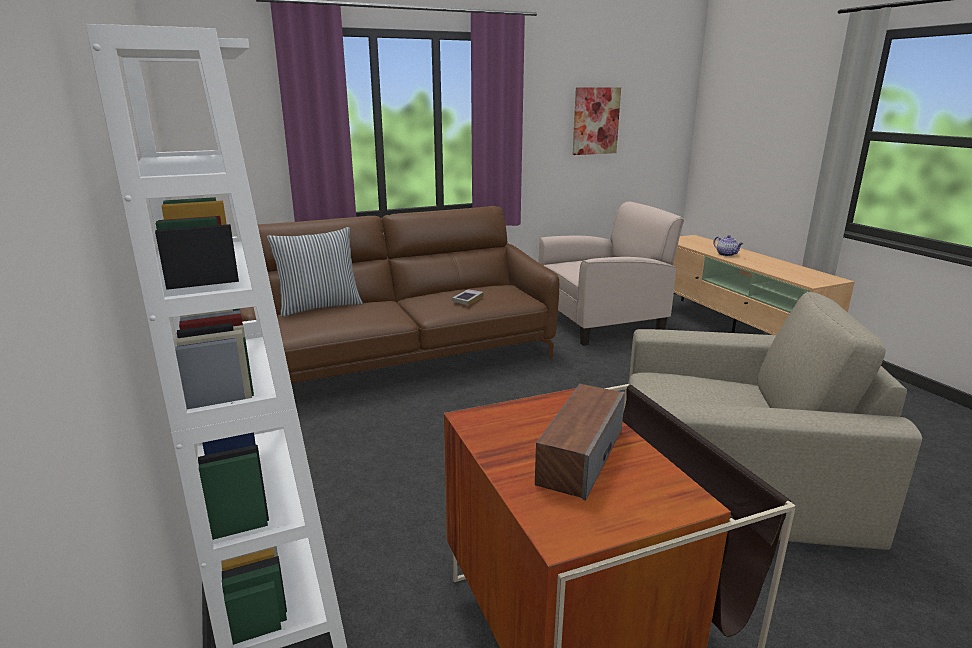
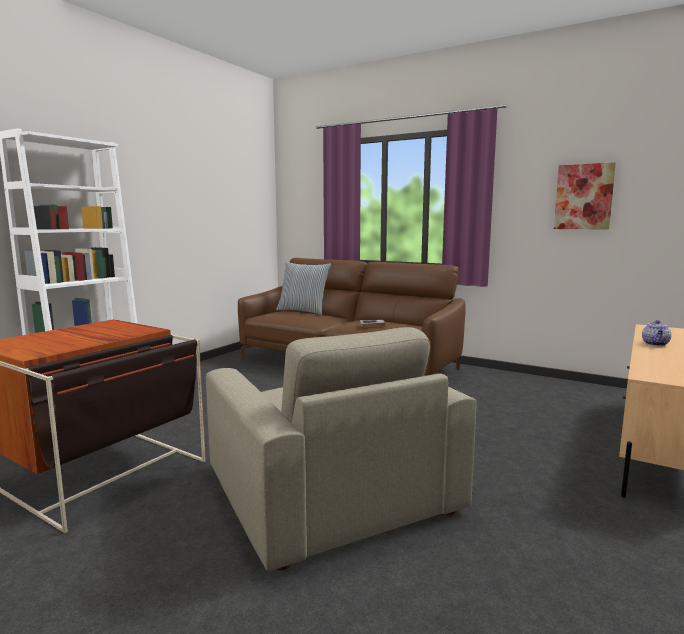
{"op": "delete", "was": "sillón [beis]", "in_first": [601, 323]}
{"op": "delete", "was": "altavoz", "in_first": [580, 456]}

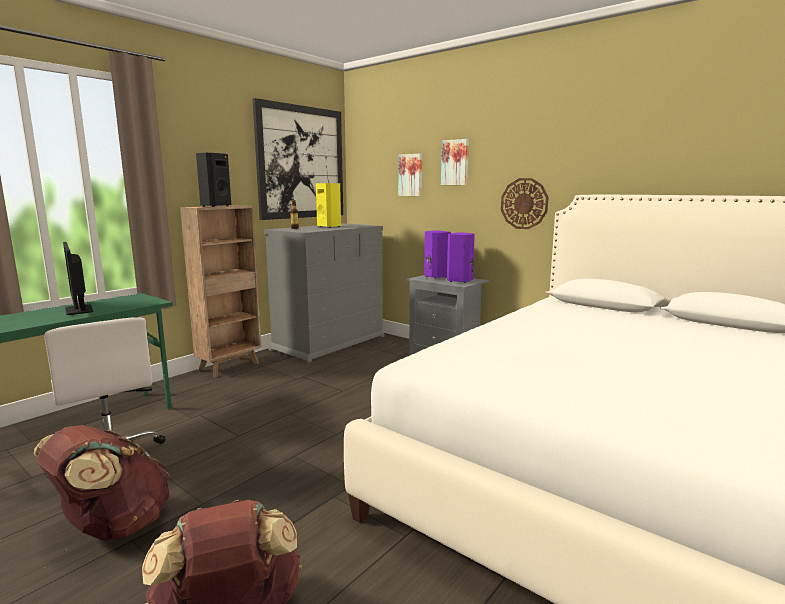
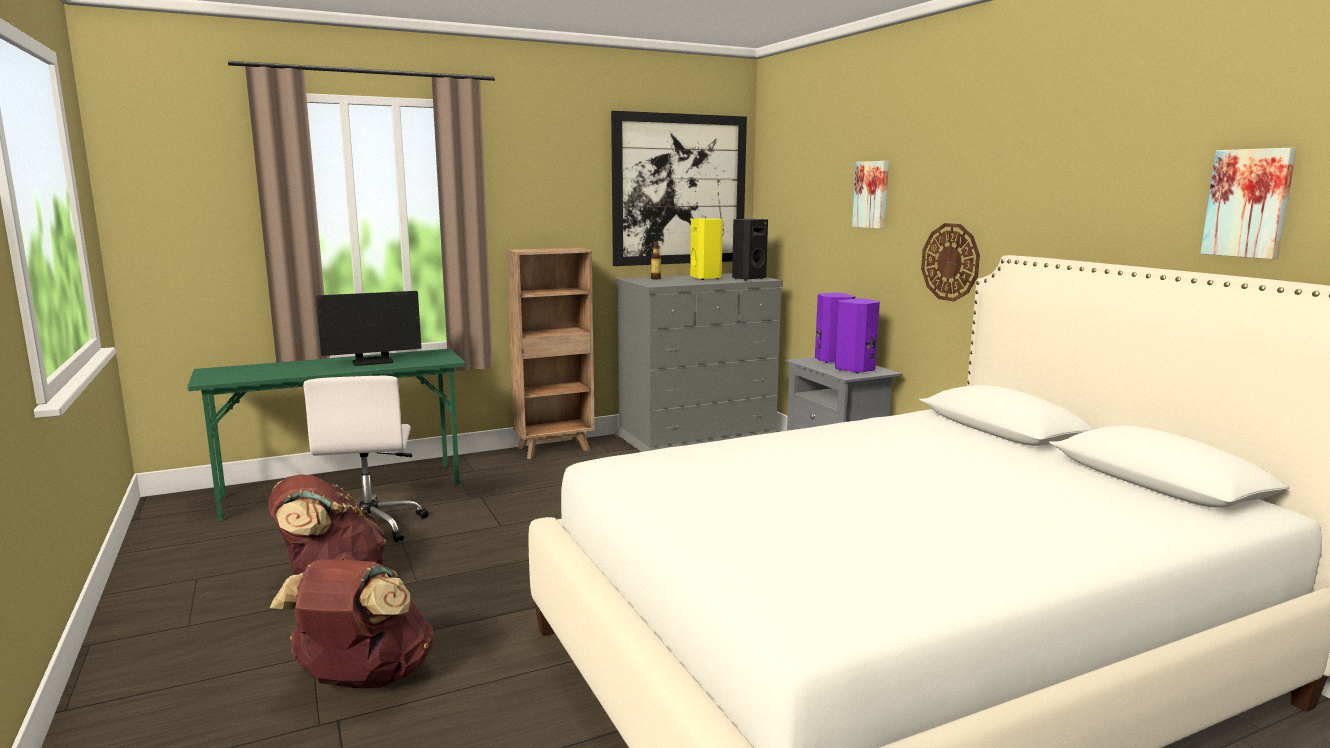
{"op": "move", "was": "altavoz [negro]", "in_first": [215, 206], "in_second": [748, 278]}
{"op": "move", "was": "cuadro", "in_first": [411, 175], "in_second": [1249, 203]}
{"op": "rotate", "was": "monitor", "in_first": [79, 310], "in_second": [373, 362], "clockwise": -105}

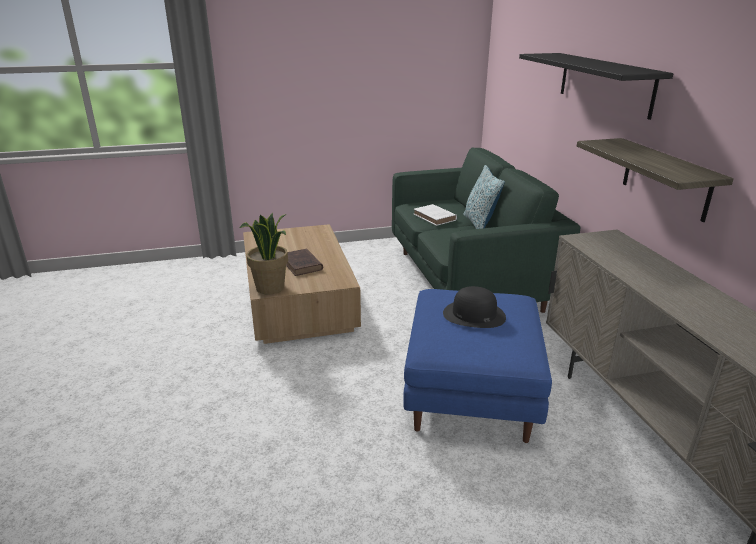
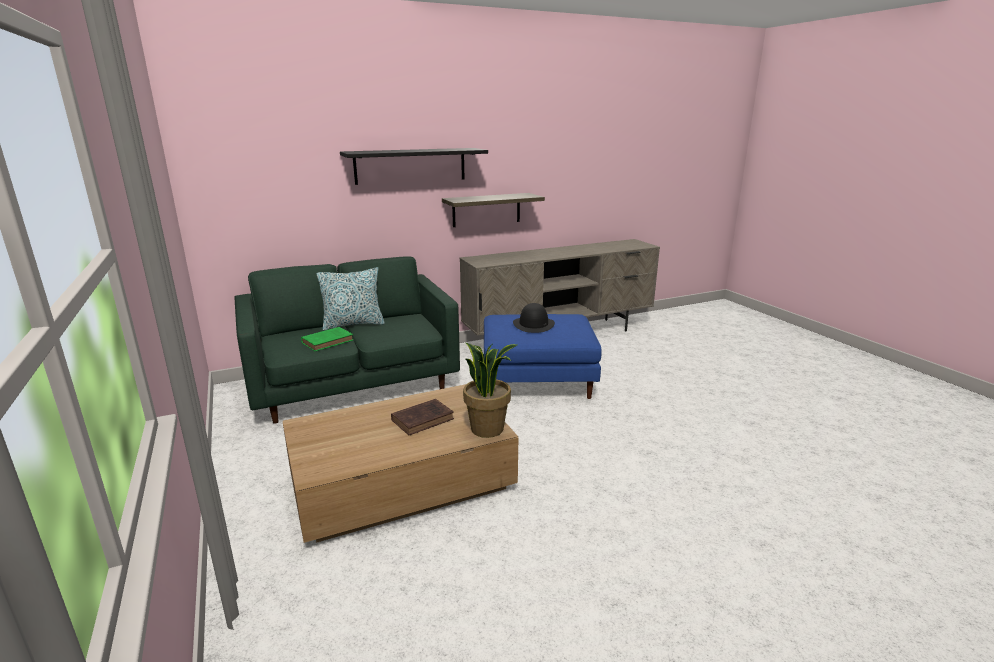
{"op": "recolor", "was": "libro [blanco]", "now": "libro [verde]", "in_first": [435, 217], "in_second": [329, 341]}

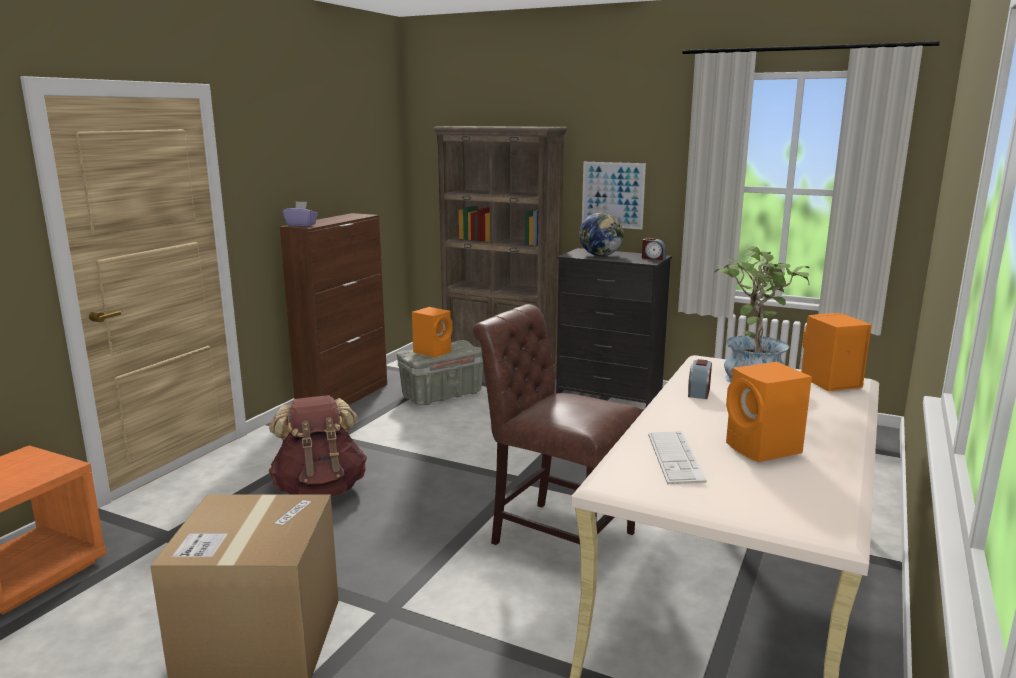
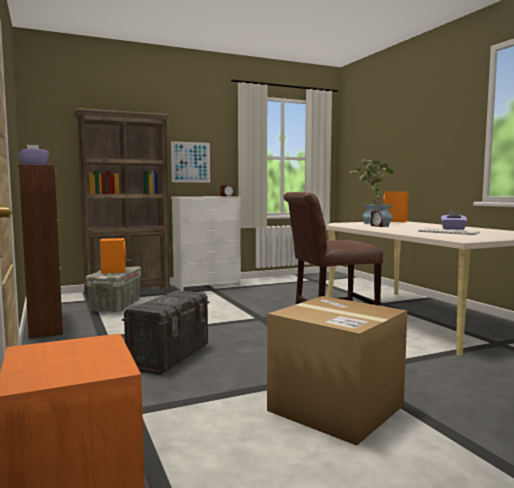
{"op": "delete", "was": "globo terráqueo", "in_first": [600, 255]}
{"op": "recolor", "was": "cómoda [negro]", "now": "cómoda [blanco]", "in_first": [610, 394], "in_second": [207, 285]}
{"op": "replace", "was": "altavoz [naranja]", "now": "caja de pañuelos [morado]", "in_first": [764, 449], "in_second": [453, 229]}
{"op": "replace", "was": "mochila [marrón]", "now": "caja de almacenaje [gris]", "in_first": [320, 490], "in_second": [170, 356]}

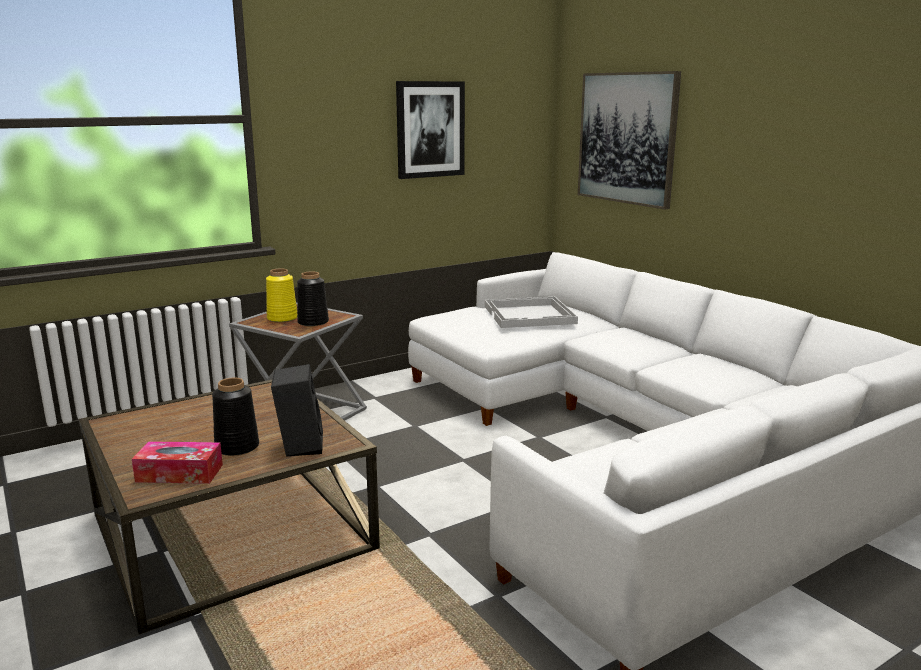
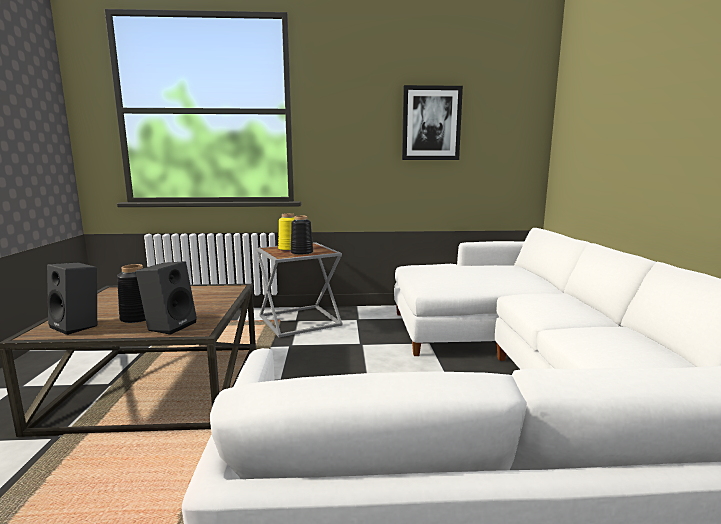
{"op": "delete", "was": "cuadro", "in_first": [627, 138]}
{"op": "delete", "was": "bandeja [blanco]", "in_first": [530, 315]}
{"op": "replace", "was": "caja de pañuelos", "now": "altavoz [negro]", "in_first": [179, 473], "in_second": [79, 326]}

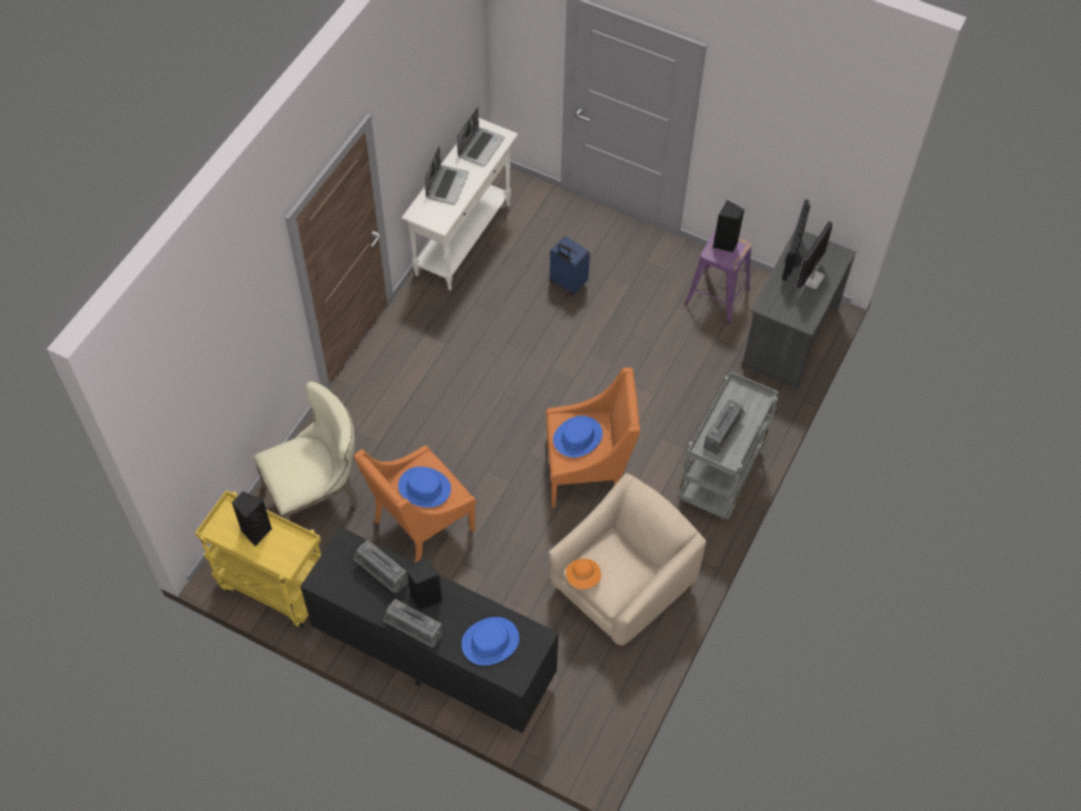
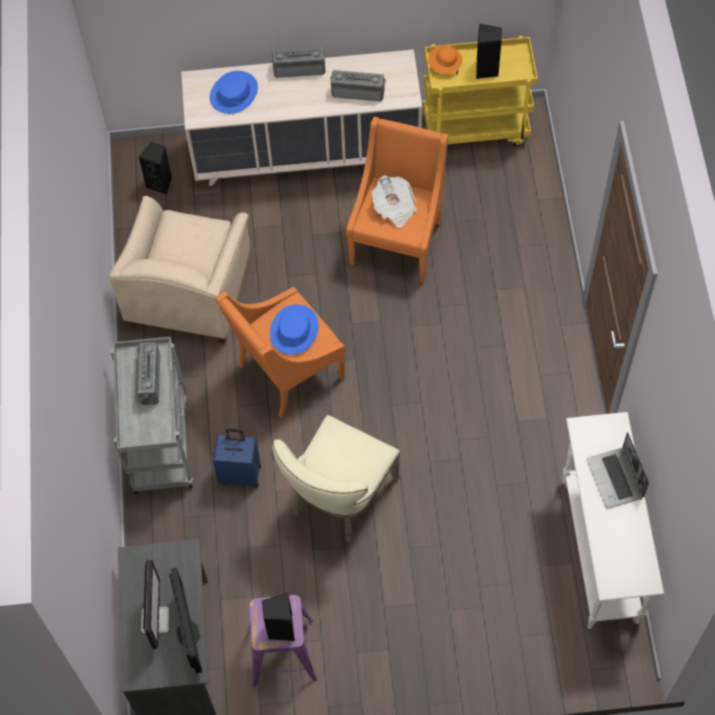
{"op": "delete", "was": "portátil", "in_first": [480, 147]}
{"op": "move", "was": "maleta [azul]", "in_first": [567, 283], "in_second": [240, 473]}
{"op": "move", "was": "silla [beis]", "in_first": [317, 496], "in_second": [340, 501]}
{"op": "replace", "was": "sombrero [azul]", "now": "periódico", "in_first": [424, 487], "in_second": [394, 208]}
{"op": "recolor", "was": "cómoda [negro]", "now": "cómoda [beis]", "in_first": [433, 656], "in_second": [307, 152]}
{"op": "move", "was": "altavoz [negro]", "in_first": [425, 597], "in_second": [161, 183]}
{"op": "move", "was": "sombrero [naranja]", "in_first": [583, 577], "in_second": [444, 65]}

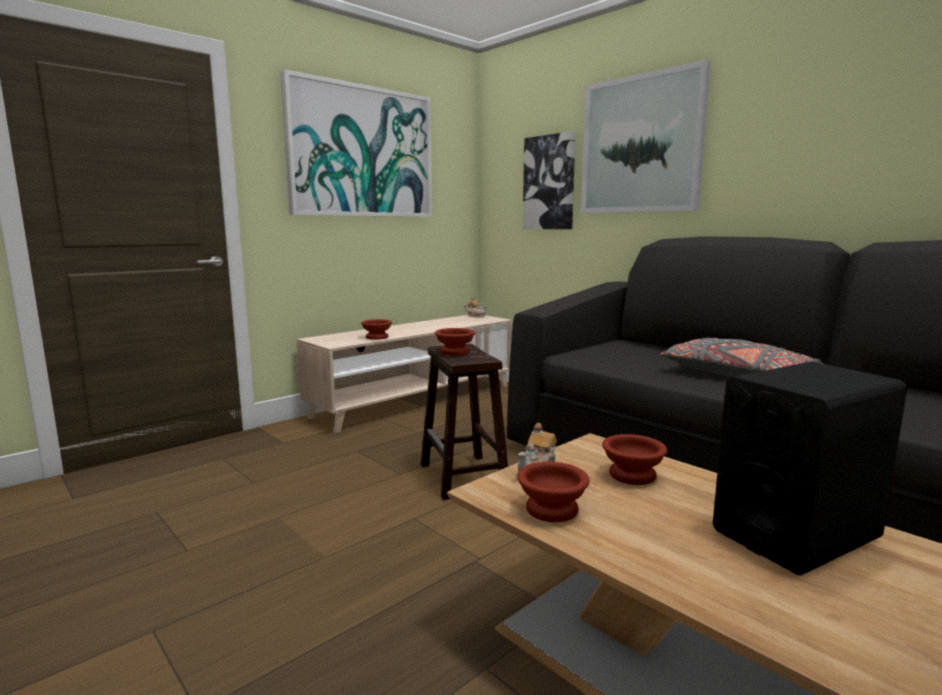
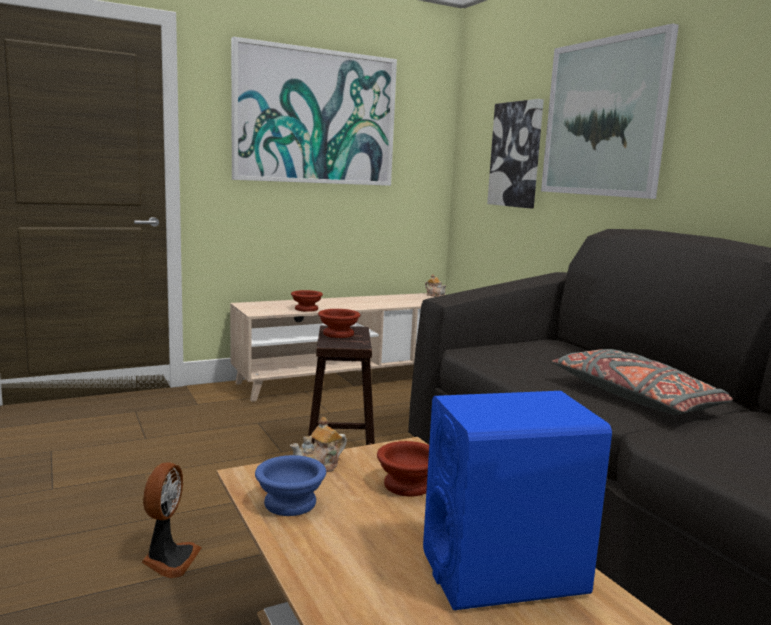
{"op": "recolor", "was": "altavoz [negro]", "now": "altavoz [azul]", "in_first": [795, 534], "in_second": [503, 572]}
{"op": "recolor", "was": "cuenco [marrón]", "now": "cuenco [azul]", "in_first": [553, 510], "in_second": [290, 504]}
{"op": "insert", "now": "ventilador", "in_second": [169, 559]}

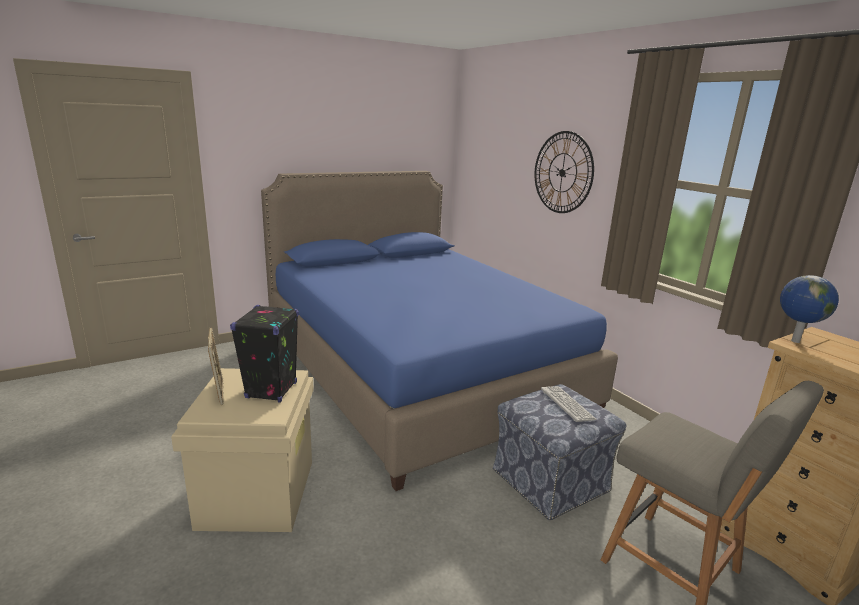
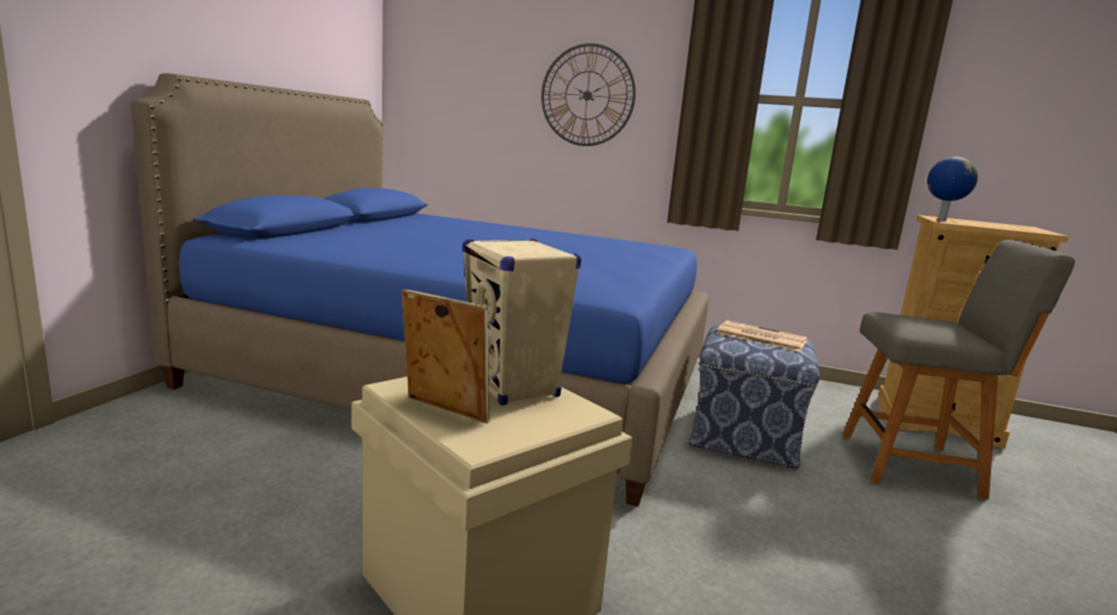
{"op": "recolor", "was": "altavoz [negro]", "now": "altavoz [beis]", "in_first": [271, 390], "in_second": [514, 388]}
{"op": "replace", "was": "teclado", "now": "periódico", "in_first": [567, 404], "in_second": [759, 337]}

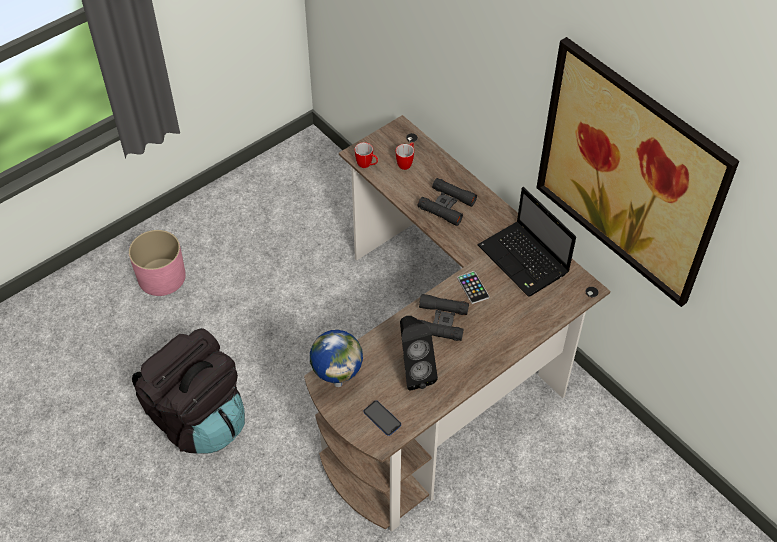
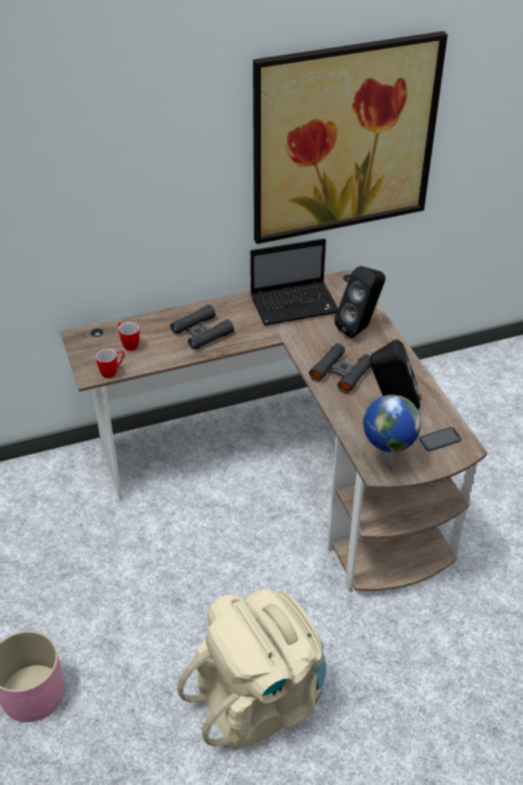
{"op": "delete", "was": "móvil", "in_first": [473, 288]}
{"op": "recolor", "was": "mochila [negro]", "now": "mochila [beis]", "in_first": [197, 418], "in_second": [259, 700]}
{"op": "insert", "now": "altavoz [negro]", "in_second": [360, 328]}

